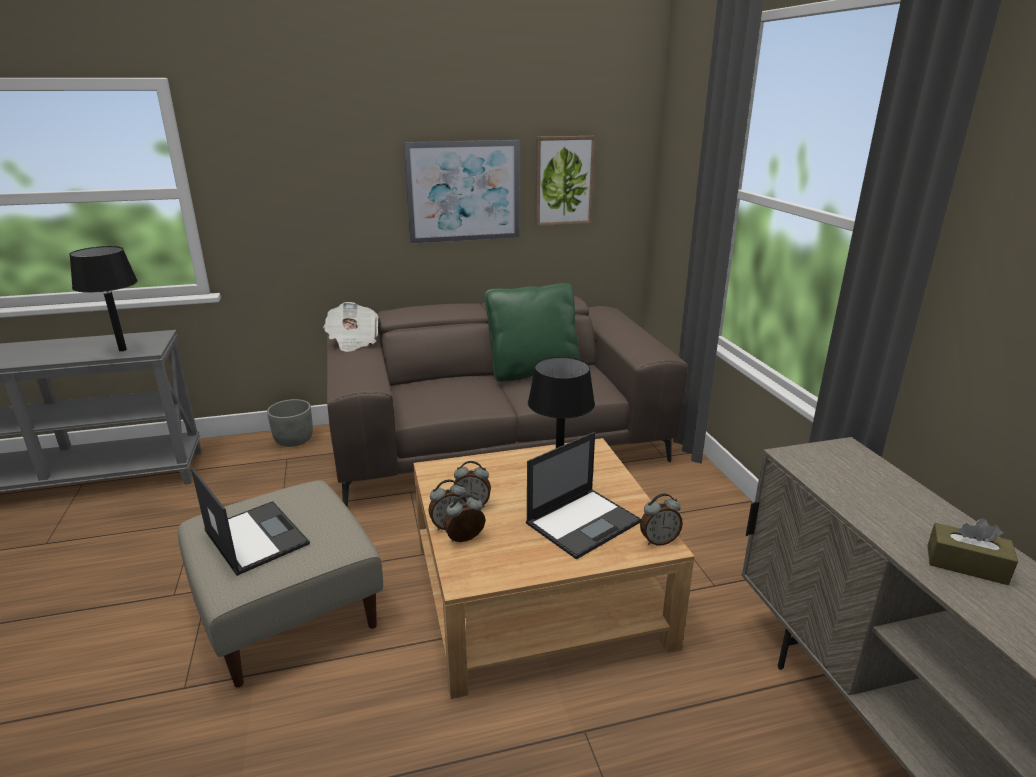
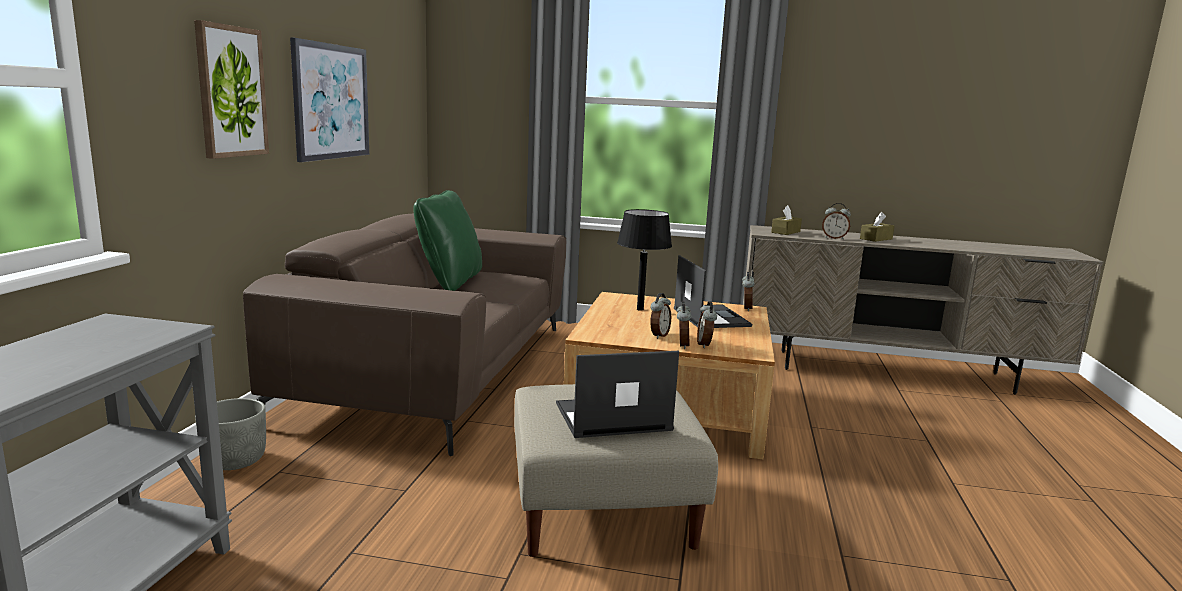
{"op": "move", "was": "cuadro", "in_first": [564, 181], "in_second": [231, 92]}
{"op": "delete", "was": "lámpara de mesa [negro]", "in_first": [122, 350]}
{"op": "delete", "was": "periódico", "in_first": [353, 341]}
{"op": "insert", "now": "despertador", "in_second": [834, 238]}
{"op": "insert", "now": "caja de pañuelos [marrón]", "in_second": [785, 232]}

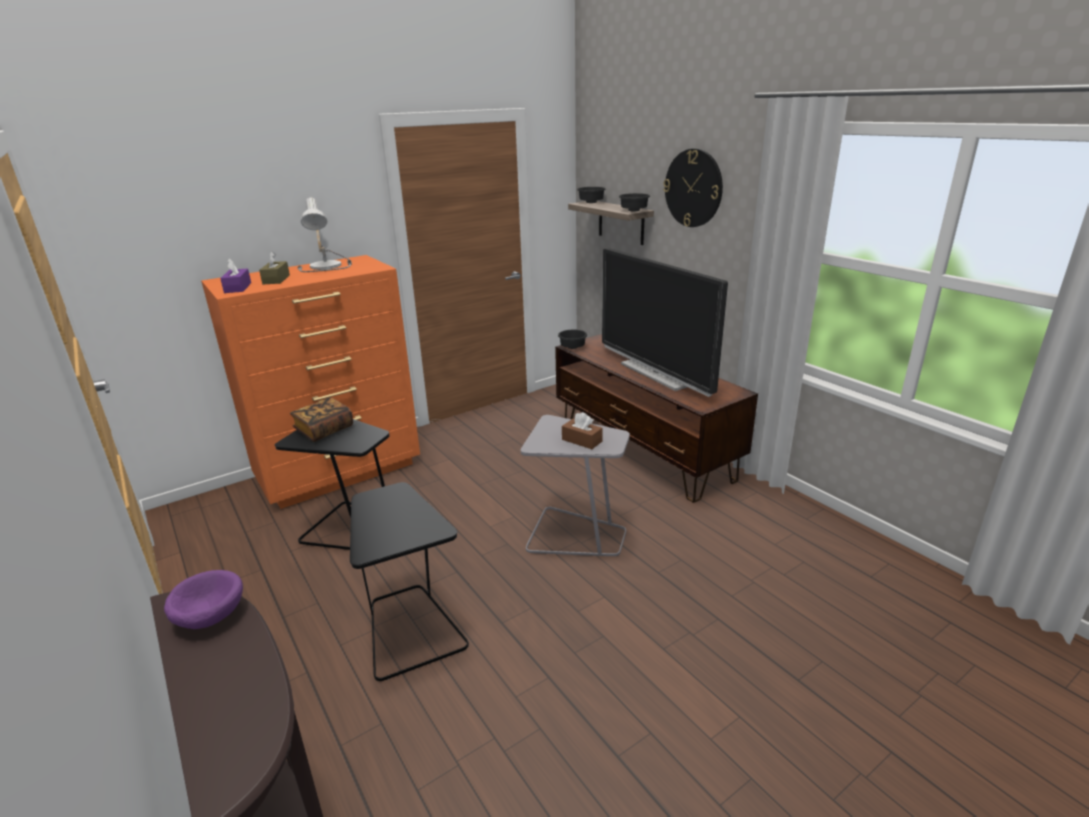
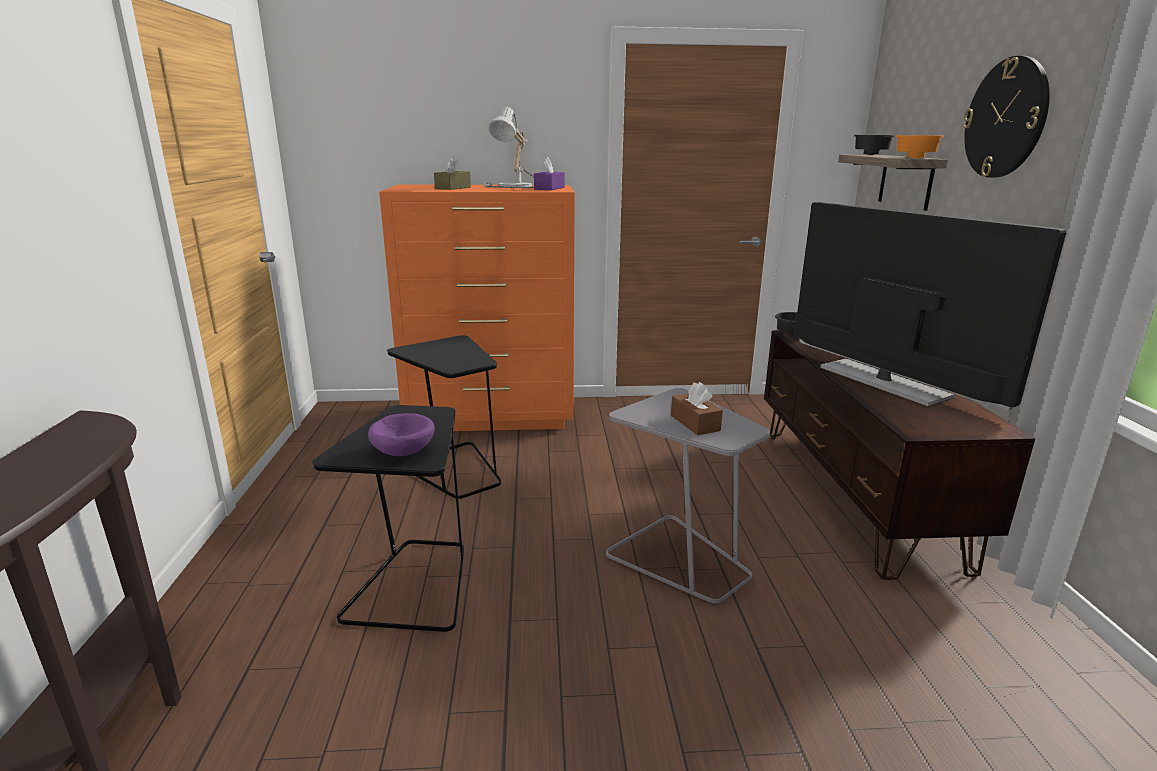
{"op": "recolor", "was": "cuenco [negro]", "now": "cuenco [naranja]", "in_first": [634, 211], "in_second": [916, 158]}
{"op": "rotate", "was": "televisor", "in_first": [657, 373], "in_second": [883, 381], "clockwise": 150}
{"op": "move", "was": "caja de pañuelos [morado]", "in_first": [238, 288], "in_second": [549, 188]}
{"op": "delete", "was": "libro", "in_first": [324, 430]}
{"op": "move", "was": "cuenco [morado]", "in_first": [209, 616], "in_second": [402, 451]}

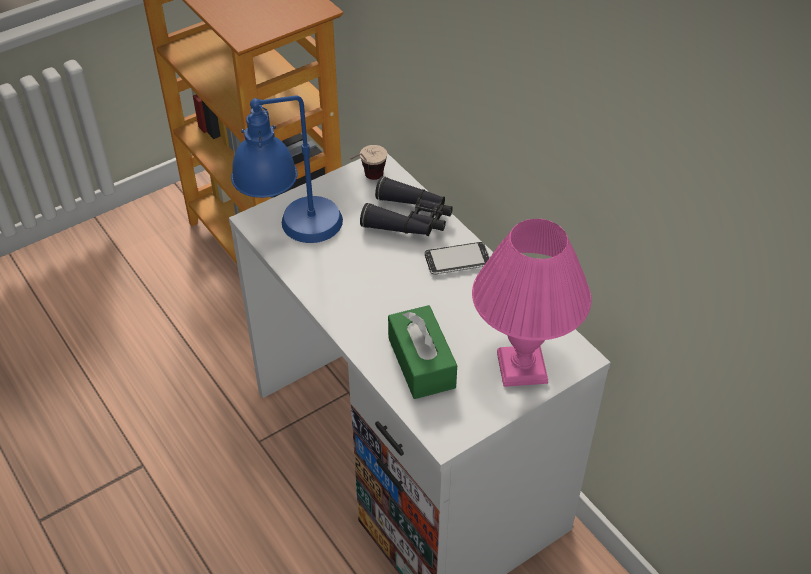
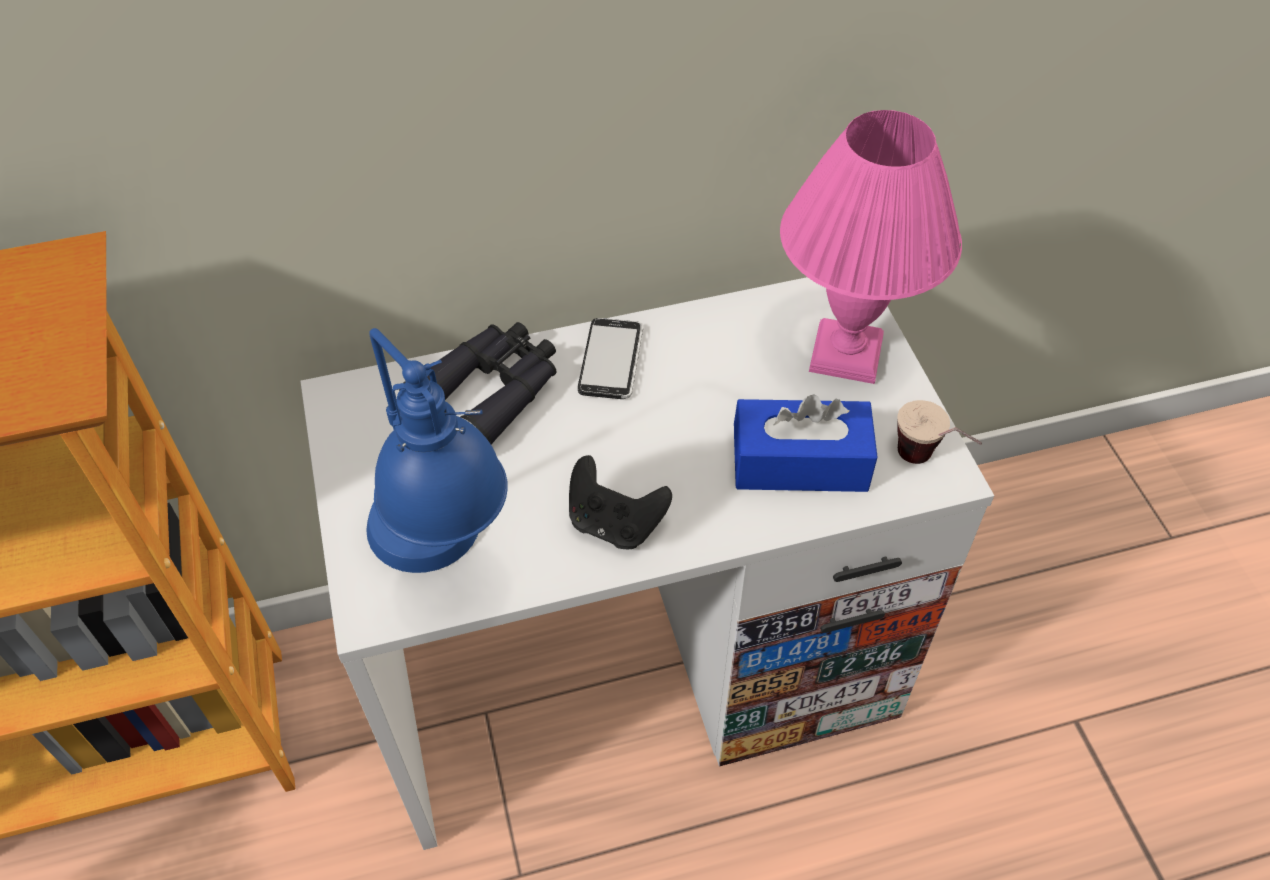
{"op": "move", "was": "taza", "in_first": [367, 180], "in_second": [928, 465]}
{"op": "recolor", "was": "caja de pañuelos [verde]", "now": "caja de pañuelos [azul]", "in_first": [421, 362], "in_second": [800, 463]}
{"op": "insert", "now": "mando de consola [negro]", "in_second": [614, 523]}

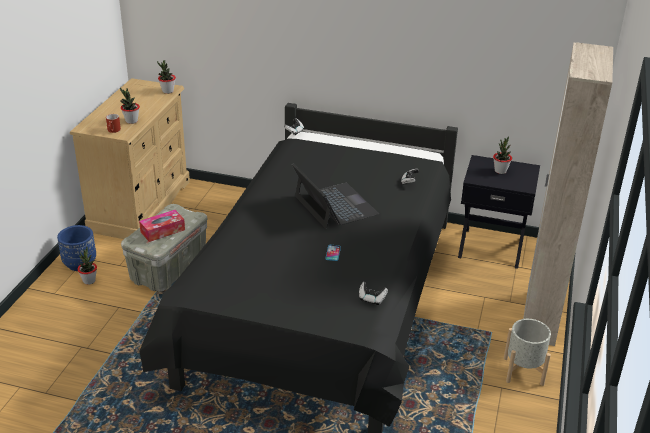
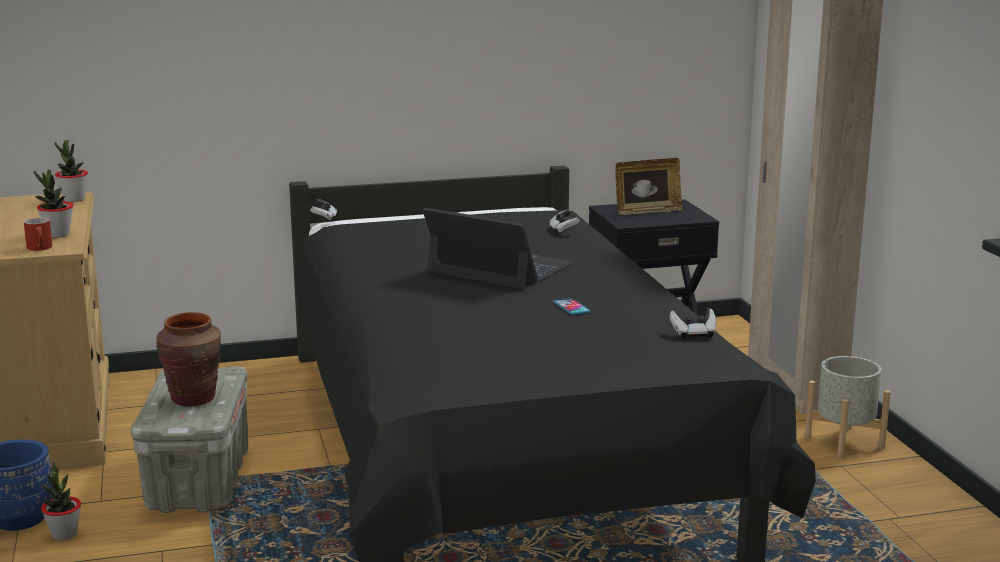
{"op": "replace", "was": "planta en maceta", "now": "portarretratos", "in_first": [500, 171], "in_second": [647, 211]}
{"op": "replace", "was": "caja de pañuelos", "now": "florero [marrón]", "in_first": [162, 231], "in_second": [193, 398]}

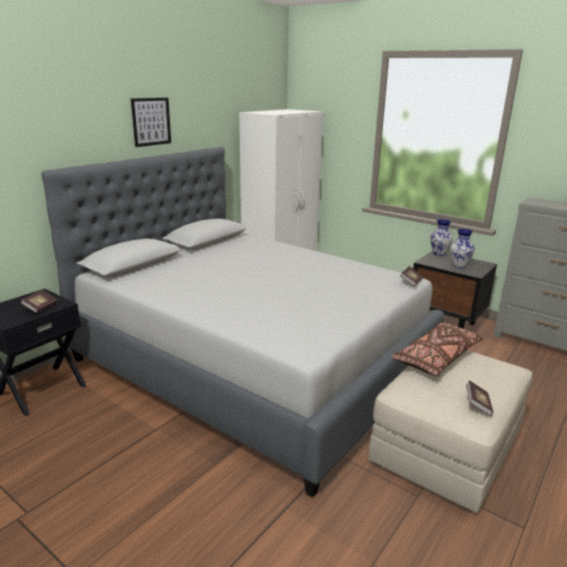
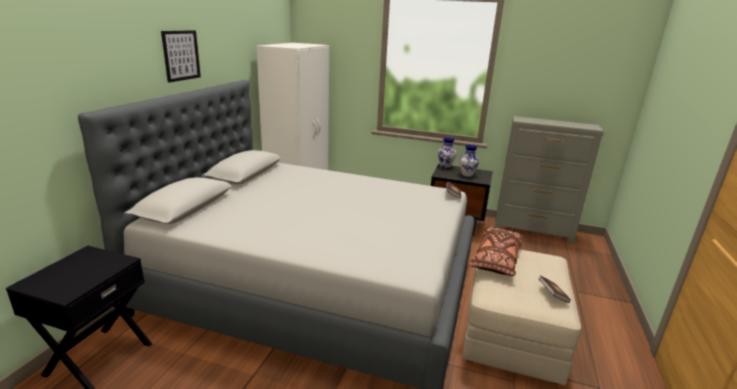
{"op": "delete", "was": "libro", "in_first": [40, 307]}

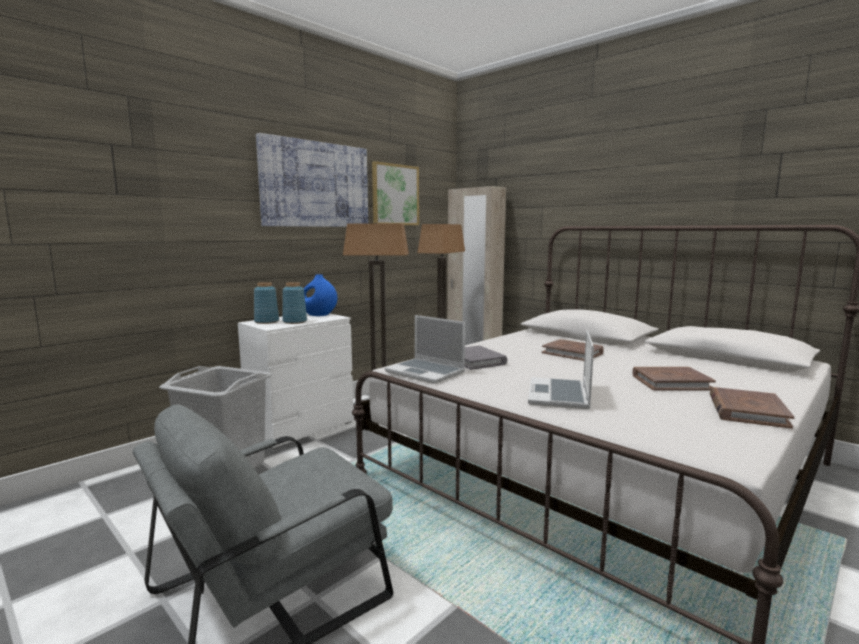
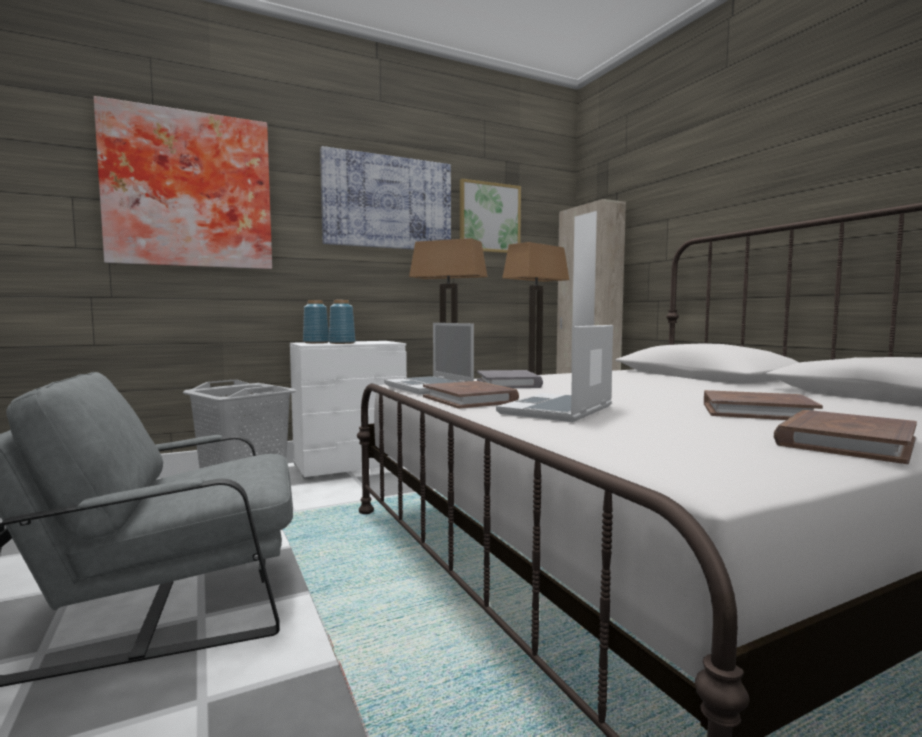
{"op": "delete", "was": "florero [azul]", "in_first": [318, 315]}
{"op": "move", "was": "libro [marrón]", "in_first": [572, 353], "in_second": [469, 399]}
{"op": "insert", "now": "cuadro", "in_second": [189, 191]}

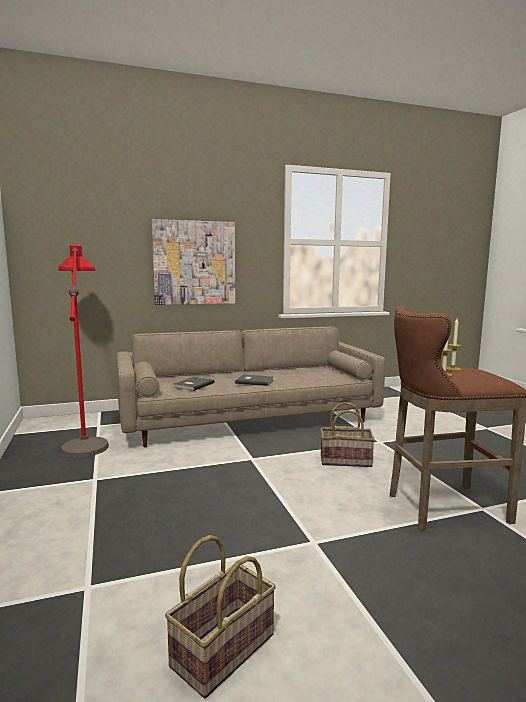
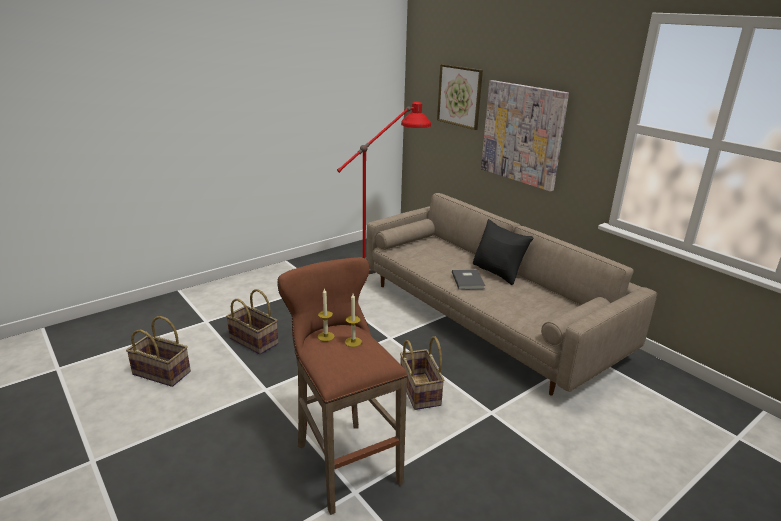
{"op": "delete", "was": "libro [gris]", "in_first": [193, 385]}
{"op": "insert", "now": "cuadro", "in_second": [459, 96]}
{"op": "insert", "now": "cojín [negro]", "in_second": [498, 272]}
{"op": "insert", "now": "cesta", "in_second": [254, 341]}

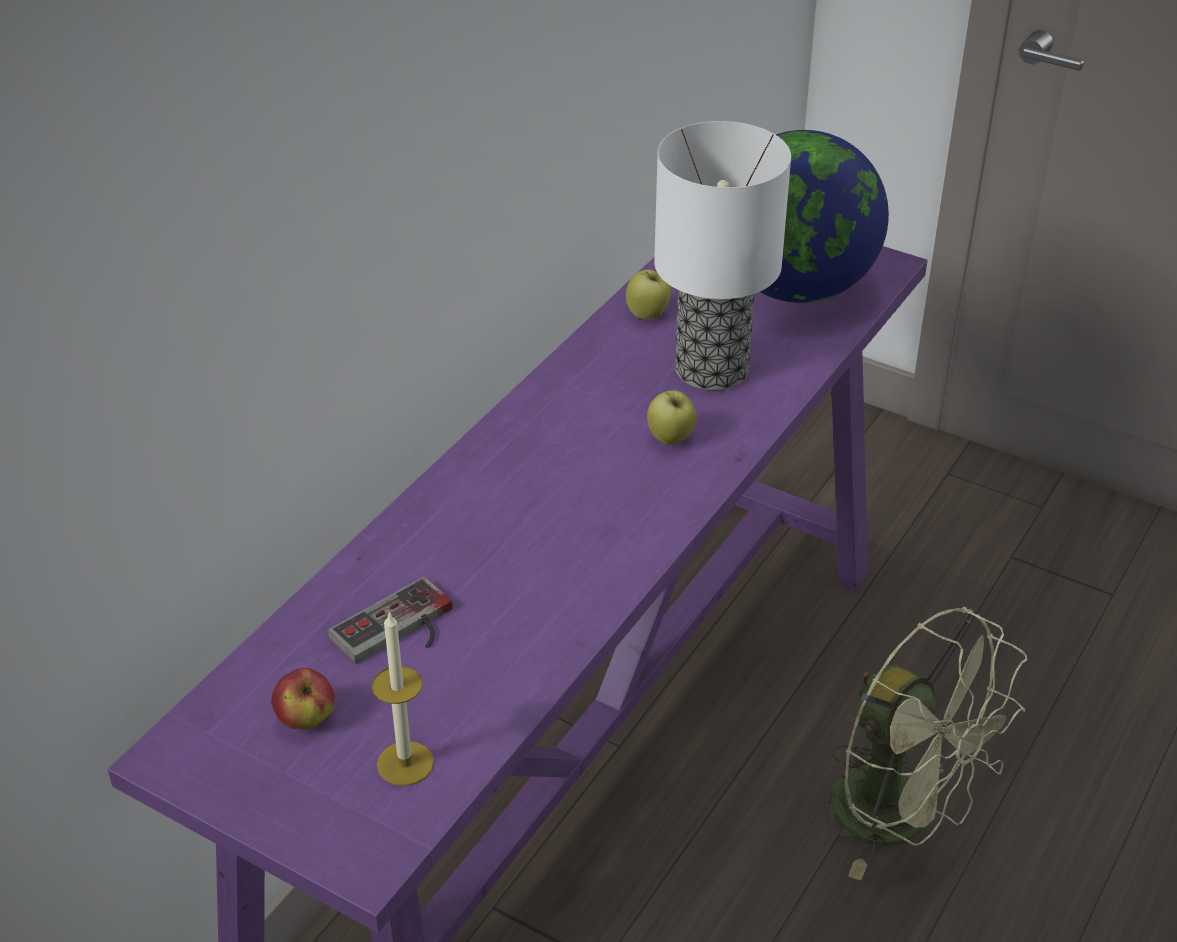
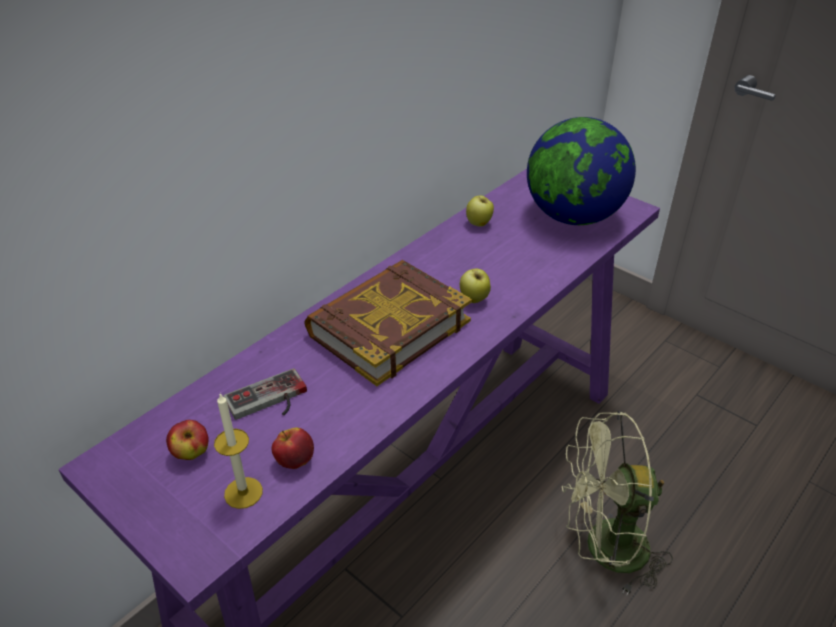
{"op": "delete", "was": "lámpara de mesa", "in_first": [714, 370]}
{"op": "rotate", "was": "ventilador [verde]", "in_first": [901, 819], "in_second": [603, 550], "clockwise": 120}
{"op": "insert", "now": "libro", "in_second": [388, 327]}
{"op": "insert", "now": "manzana", "in_second": [295, 461]}

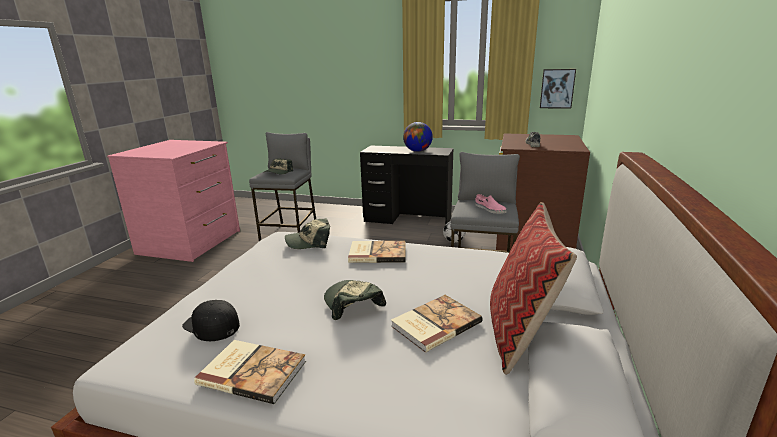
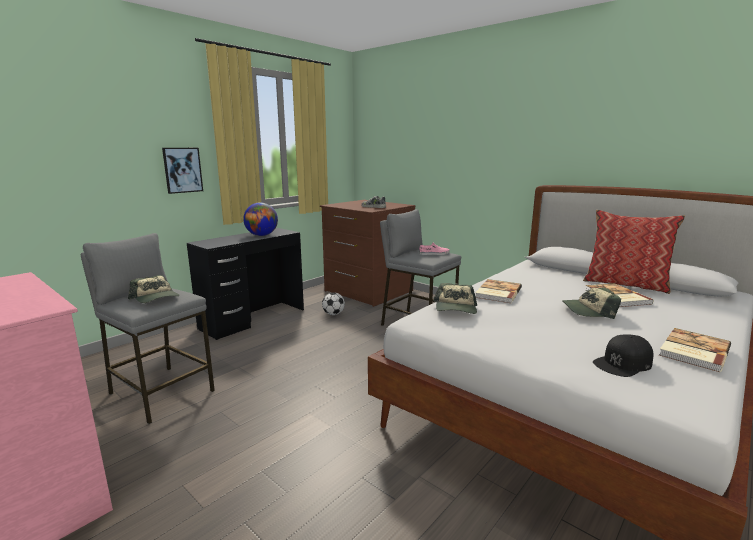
{"op": "move", "was": "cuadro", "in_first": [557, 88], "in_second": [182, 170]}

